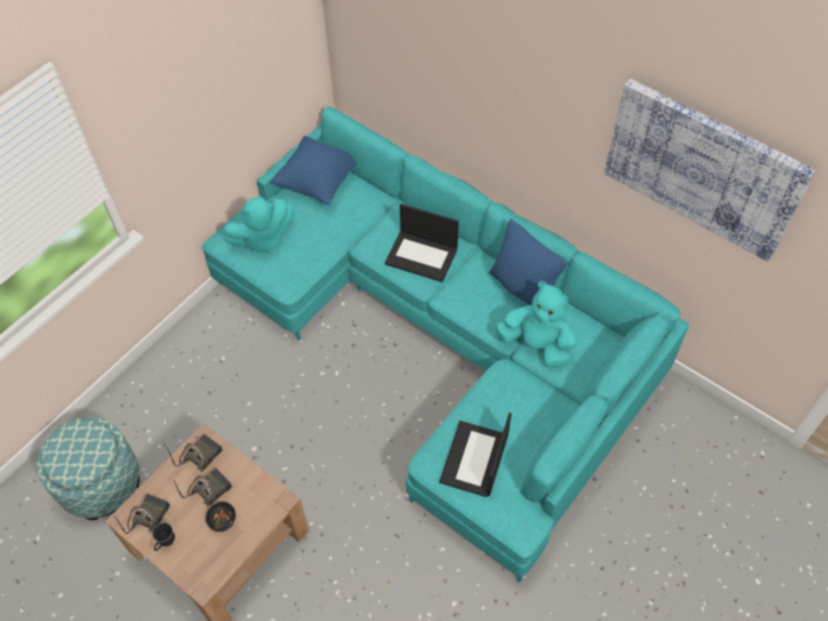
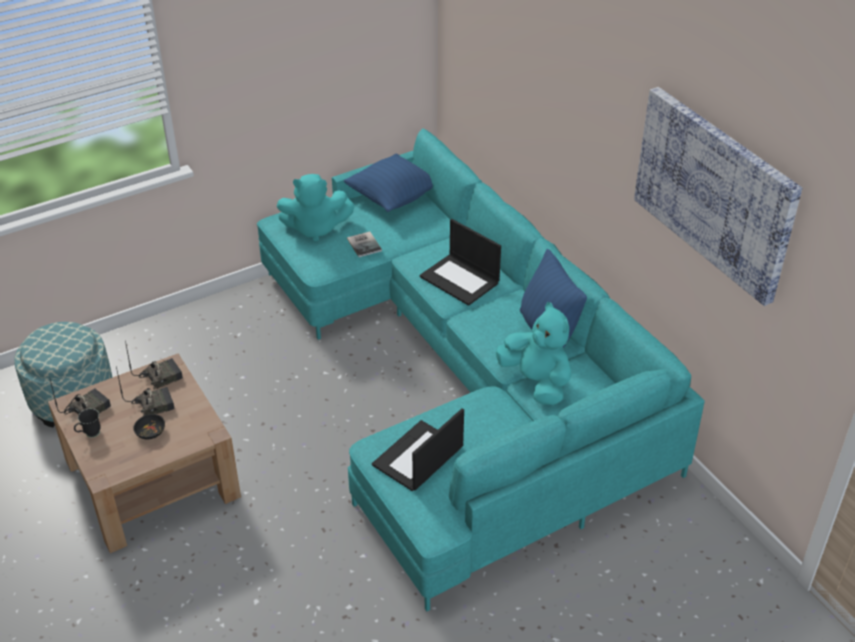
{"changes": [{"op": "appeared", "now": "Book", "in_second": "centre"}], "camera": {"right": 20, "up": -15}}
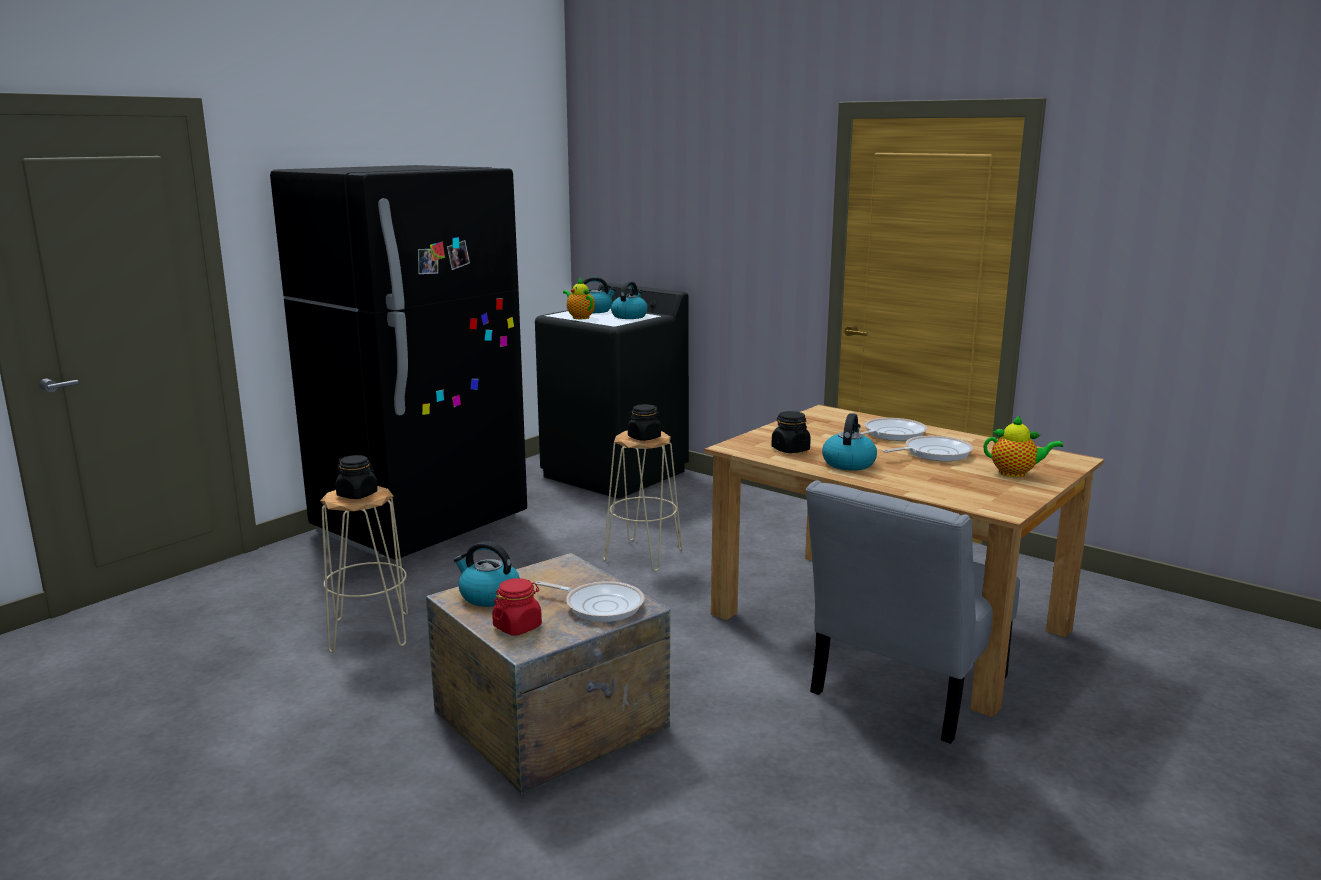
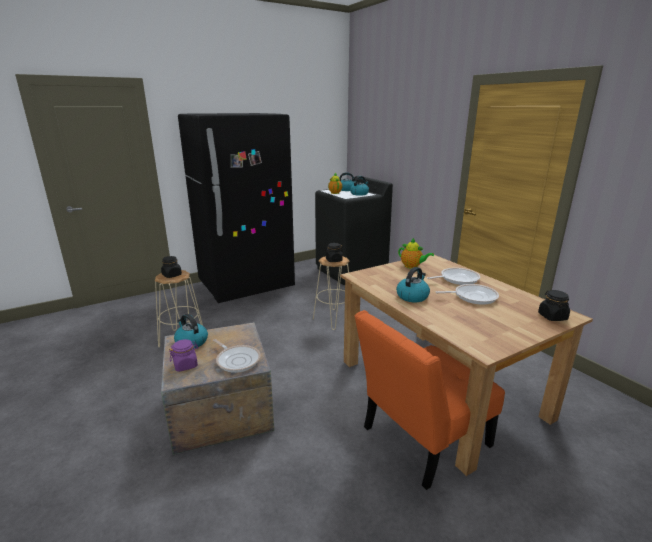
{"changes": [{"op": "colour", "was": "RedJar", "now": "PurplishJar", "in_first": "bottom centre", "in_second": "middle left"}, {"op": "relocated", "was": "BlackJar (no. 3 from left)", "in_first": "centre", "in_second": "middle right"}, {"op": "colour", "was": "GreyishPlainChair", "now": "OrangeyPlainChair", "in_first": "bottom right", "in_second": "bottom centre"}, {"op": "relocated", "was": "Teapot (no. 2 from left)", "in_first": "middle right", "in_second": "centre"}], "camera": {"right": 20, "up": 5}}
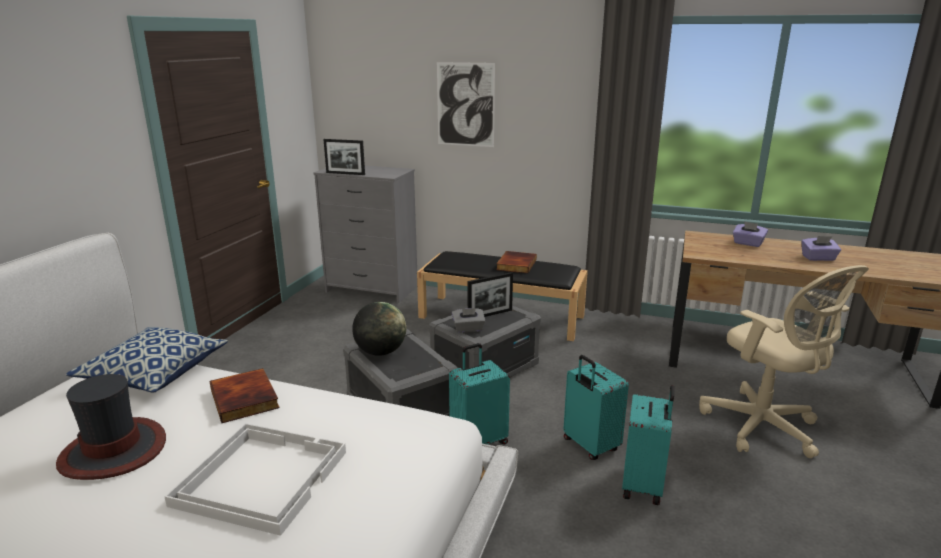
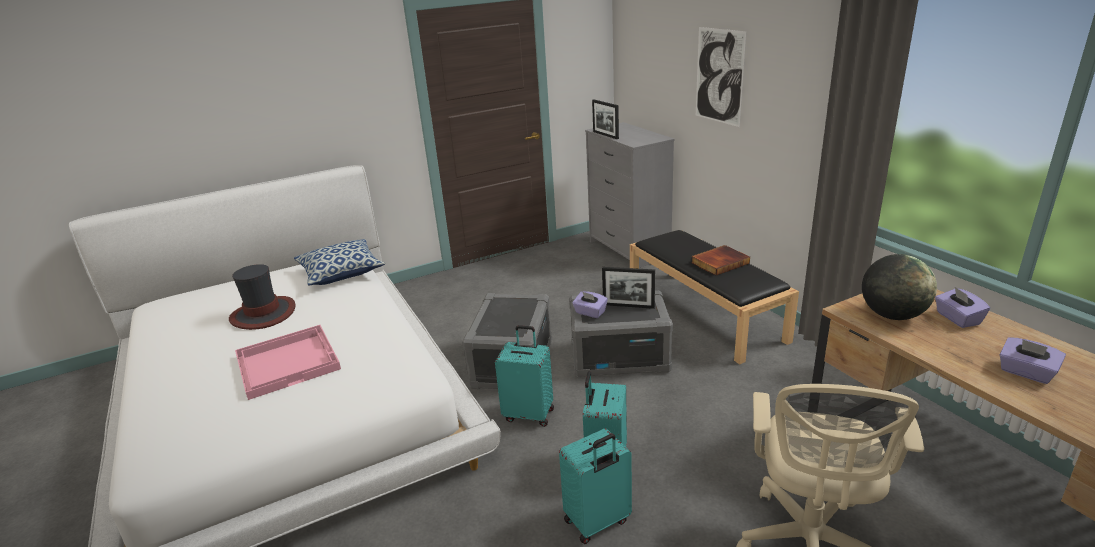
{"changes": [{"op": "colour", "was": "WhitishCarryingTray", "now": "PinkishCarryingTray", "in_first": "bottom left", "in_second": "middle left"}, {"op": "missing", "was": "Book (no. 1 from left)", "in_first": "bottom left"}, {"op": "relocated", "was": "WorldGlobe", "in_first": "centre", "in_second": "middle right"}, {"op": "colour", "was": "GreyishTissueHolder", "now": "PurplishTissueHolder (no. 1 from left)", "in_first": "centre", "in_second": "centre"}], "camera": {"right": 45, "up": 5}}
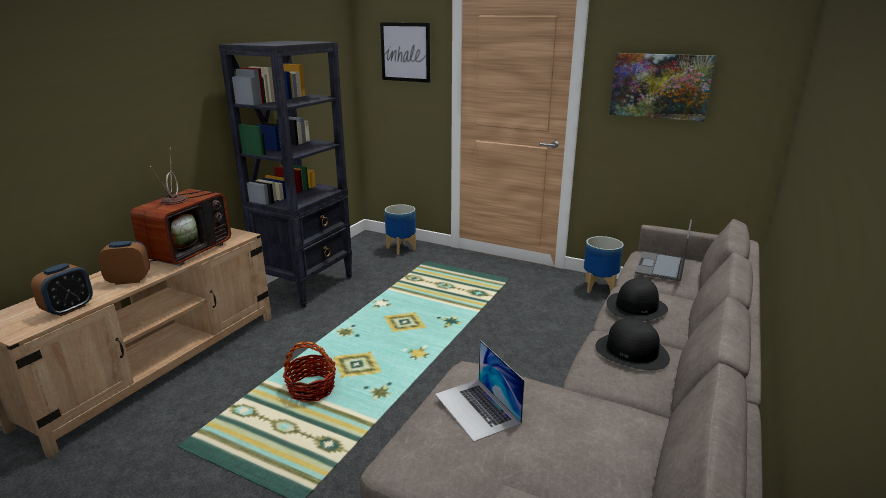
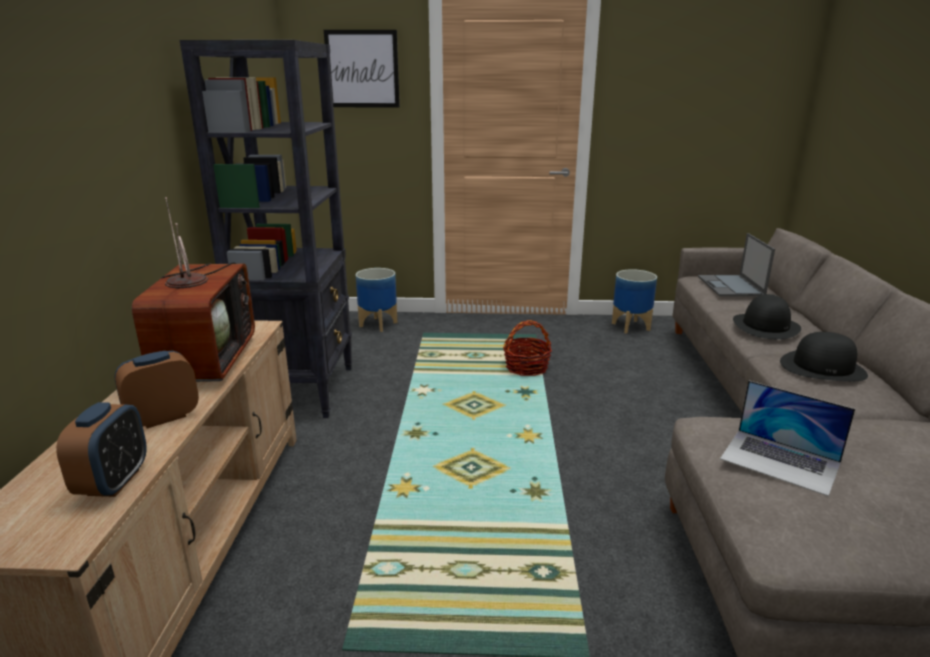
{"changes": [{"op": "relocated", "was": "HouseholdBasket", "in_first": "bottom centre", "in_second": "centre"}, {"op": "missing", "was": "WallPicture (no. 2 from left)", "in_first": "top right"}], "camera": {"right": -25, "up": 0}}
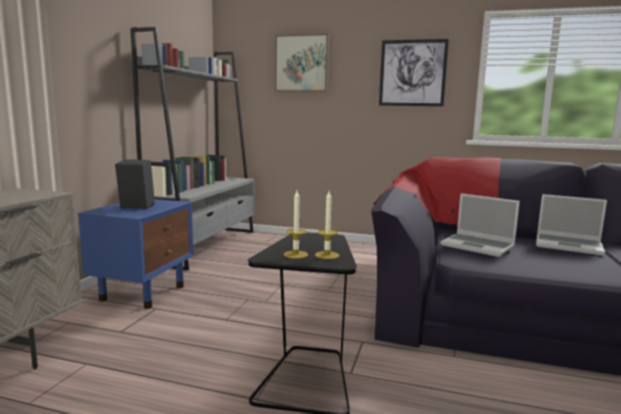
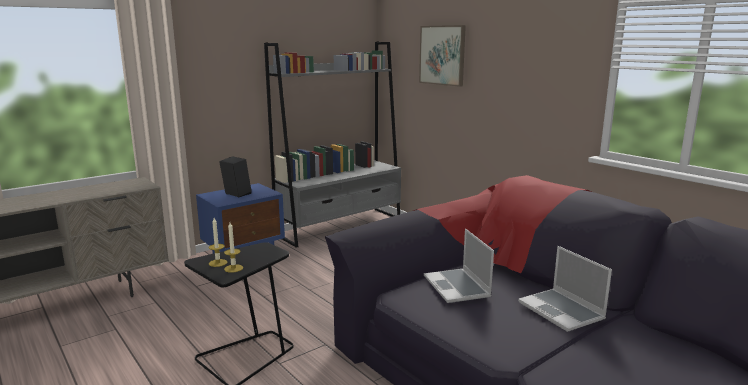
{"changes": [{"op": "missing", "was": "WallPicture (no. 2 from left)", "in_first": "top right"}], "camera": {"right": 35, "up": 5}}
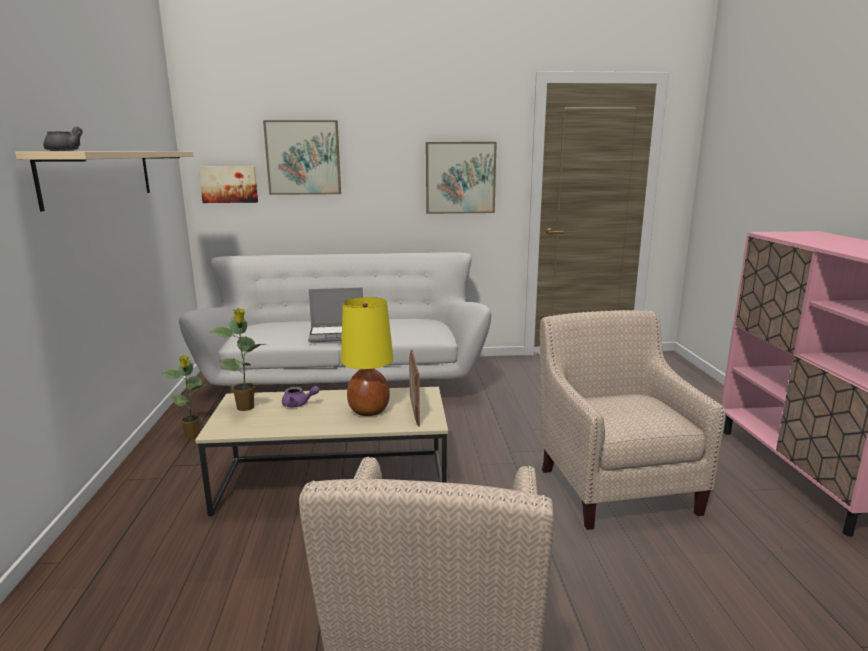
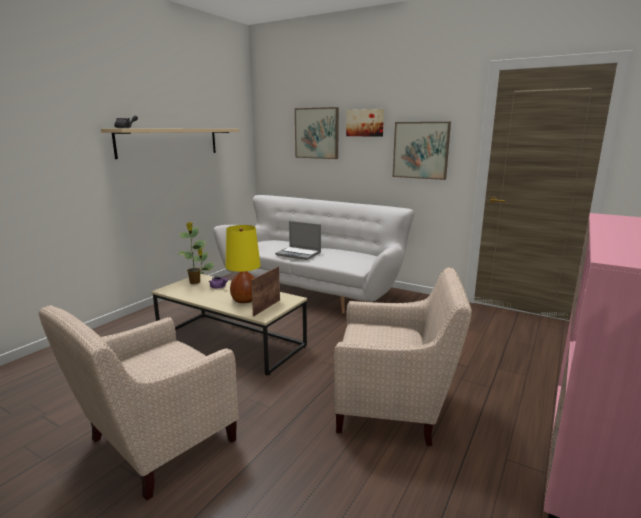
{"changes": [{"op": "relocated", "was": "WallPicture (no. 1 from left in the first image)", "now": "WallPicture (no. 2 from left)", "in_first": "top left", "in_second": "top centre"}, {"op": "spun", "was": "BeigeLoungeChair (no. 2 from left)", "in_first": "middle right", "in_second": "bottom centre", "clockwise": 75}], "camera": {"right": 35, "up": 0}}
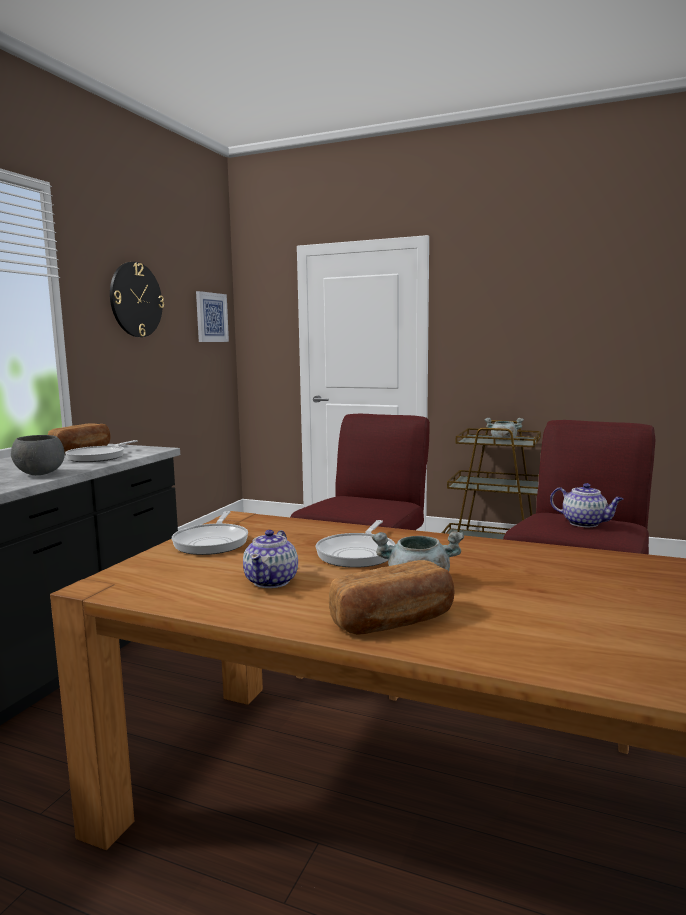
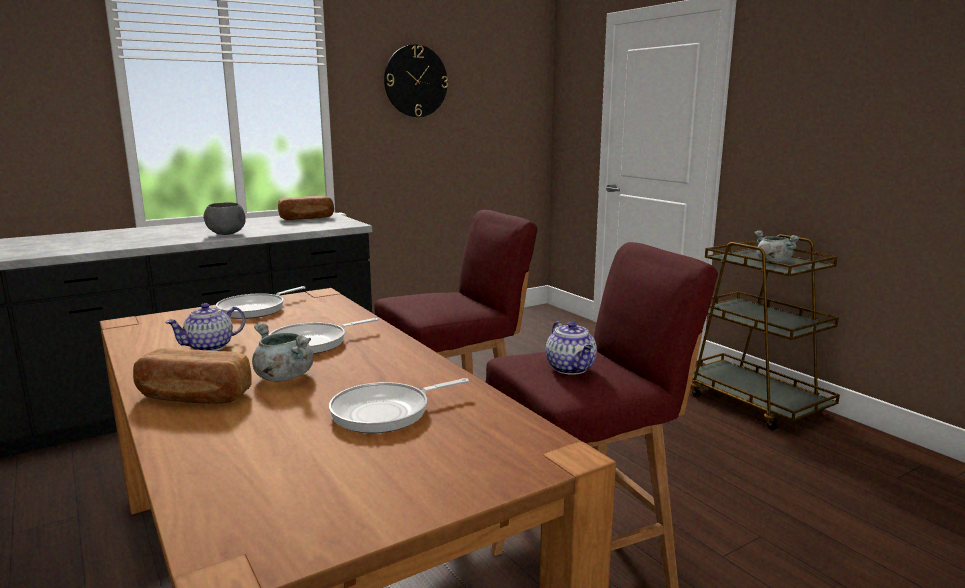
{"changes": [{"op": "relocated", "was": "Pan (no. 1 from left in the first image)", "now": "Pan (no. 3 from left)", "in_first": "middle left", "in_second": "bottom centre"}, {"op": "missing", "was": "WallPicture", "in_first": "middle left"}], "camera": {"right": 35, "up": 5}}
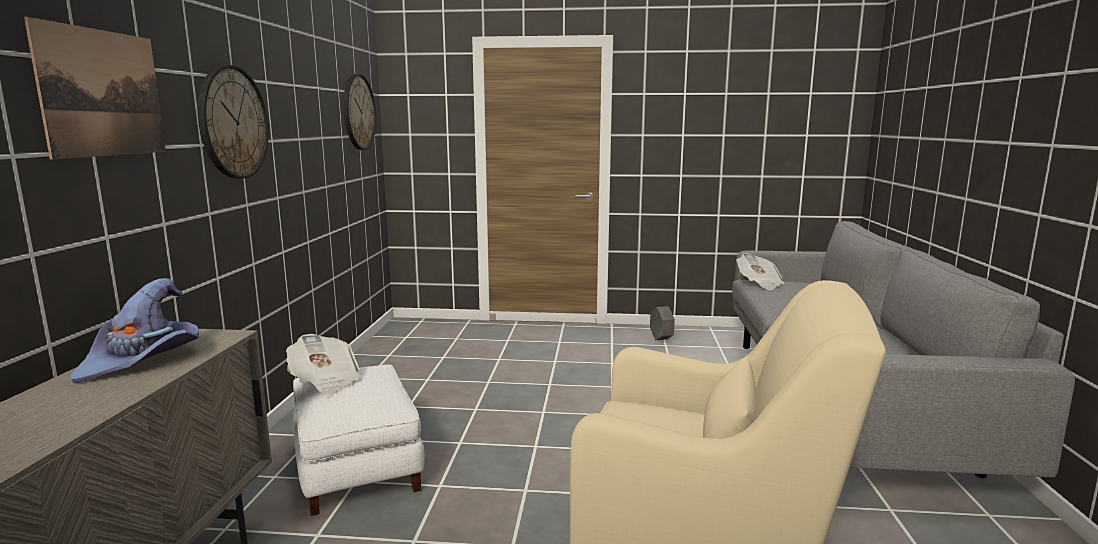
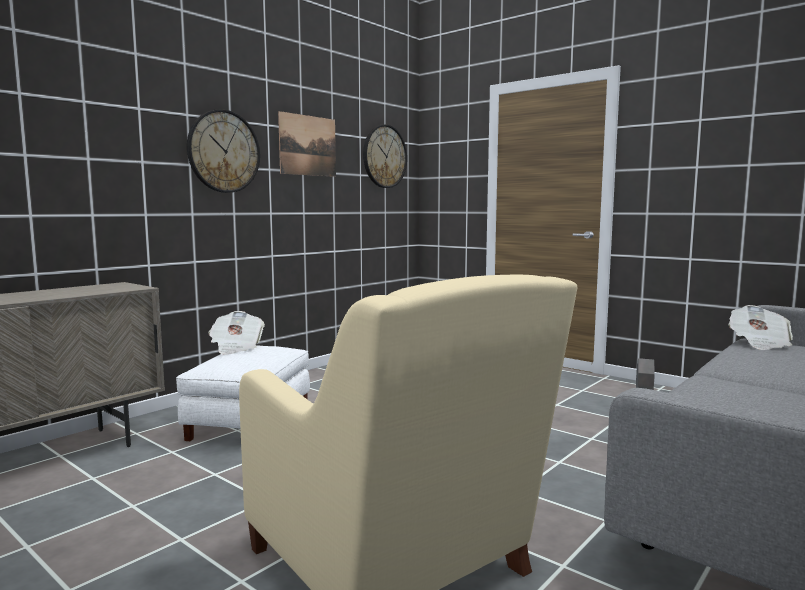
{"changes": [{"op": "relocated", "was": "WallPicture", "in_first": "top left", "in_second": "top centre"}, {"op": "missing", "was": "PurplishClothingHat", "in_first": "middle left"}], "camera": {"right": 35, "up": -5}}
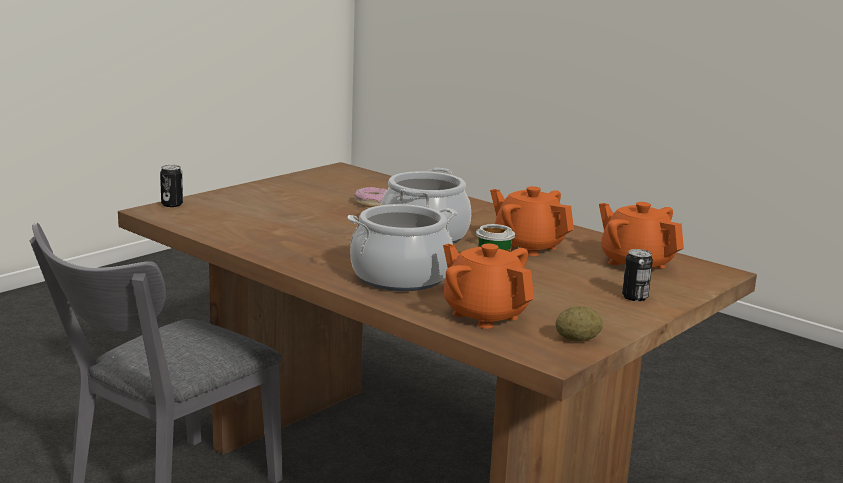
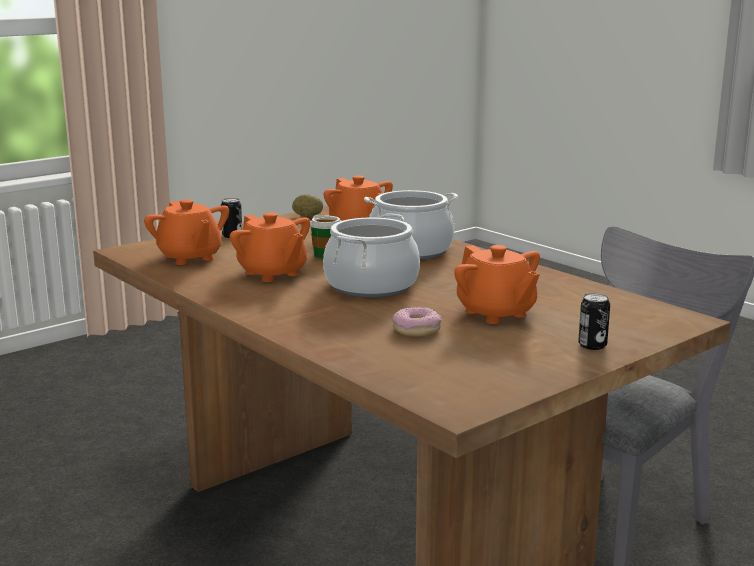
{"changes": [{"op": "relocated", "was": "Can (no. 1 from left in the first image)", "now": "Can (no. 2 from left)", "in_first": "middle left", "in_second": "middle right"}, {"op": "appeared", "now": "OrangeyTeapot (no. 4 from left)", "in_second": "centre"}], "camera": {"right": -170, "up": 0}}
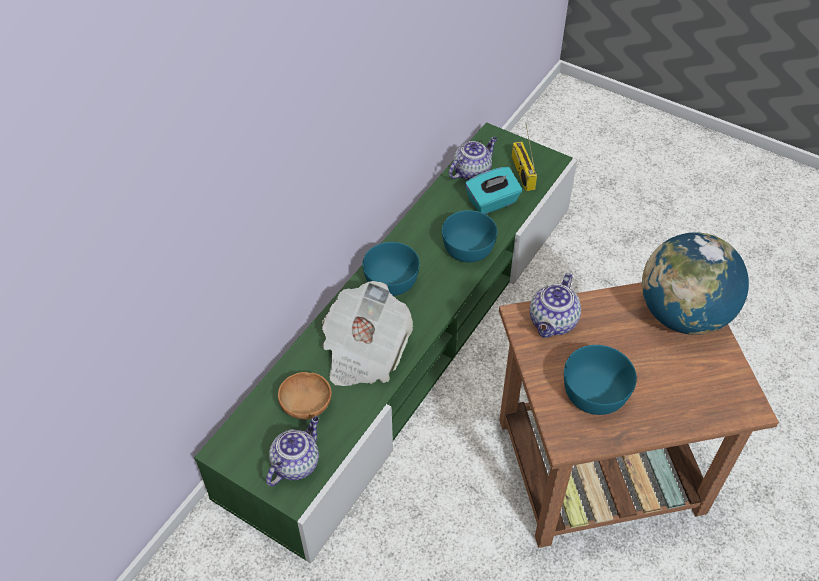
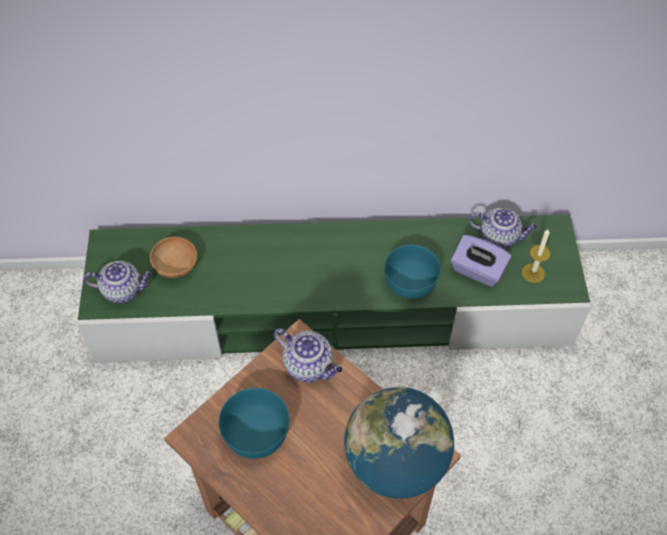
{"changes": [{"op": "missing", "was": "PrintedPaper", "in_first": "centre"}, {"op": "missing", "was": "TurquoiseBowl (no. 1 from left)", "in_first": "centre"}, {"op": "colour", "was": "TurquoiseTissueHolder", "now": "PurplishTissueHolder", "in_first": "top centre", "in_second": "middle right"}, {"op": "exchanged", "was": "RadioReceiver", "now": "WaxLight", "in_first": "top centre", "in_second": "middle right"}, {"op": "spun", "was": "Teapot (no. 3 from left in the first image)", "in_first": "middle right", "in_second": "centre", "clockwise": -135}], "camera": {"right": 55, "up": 5}}
